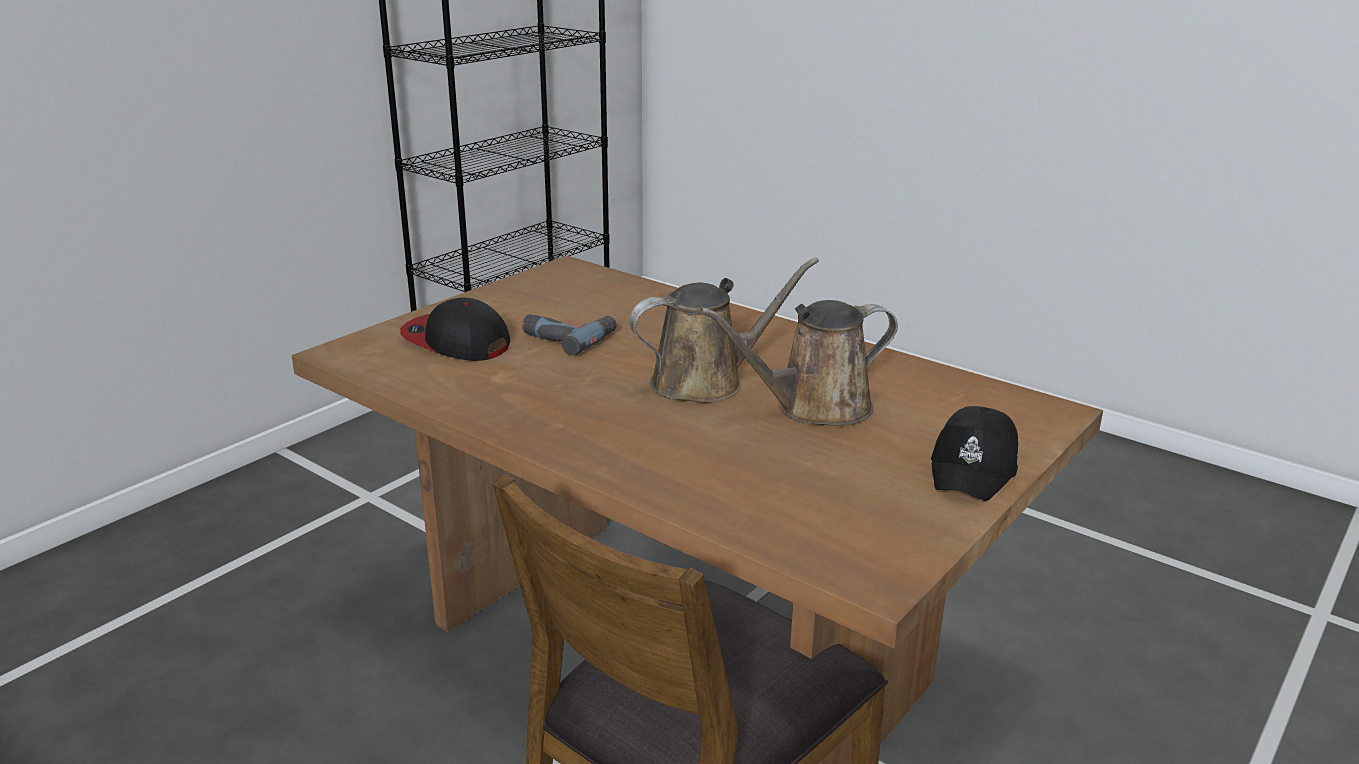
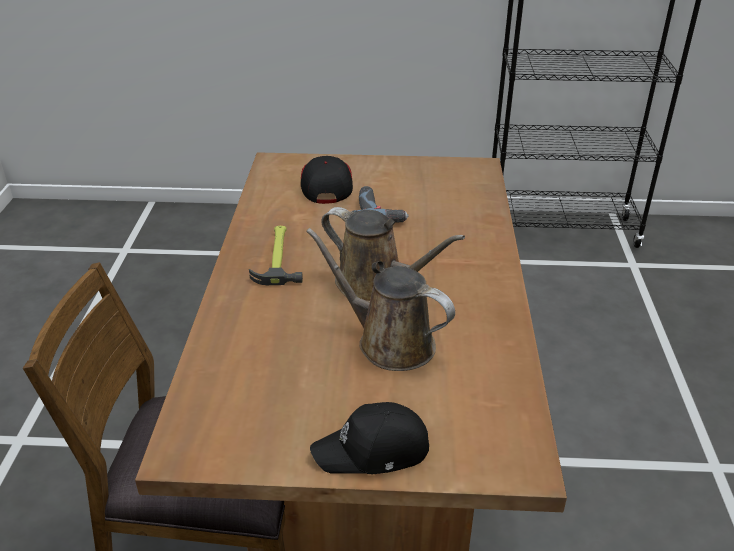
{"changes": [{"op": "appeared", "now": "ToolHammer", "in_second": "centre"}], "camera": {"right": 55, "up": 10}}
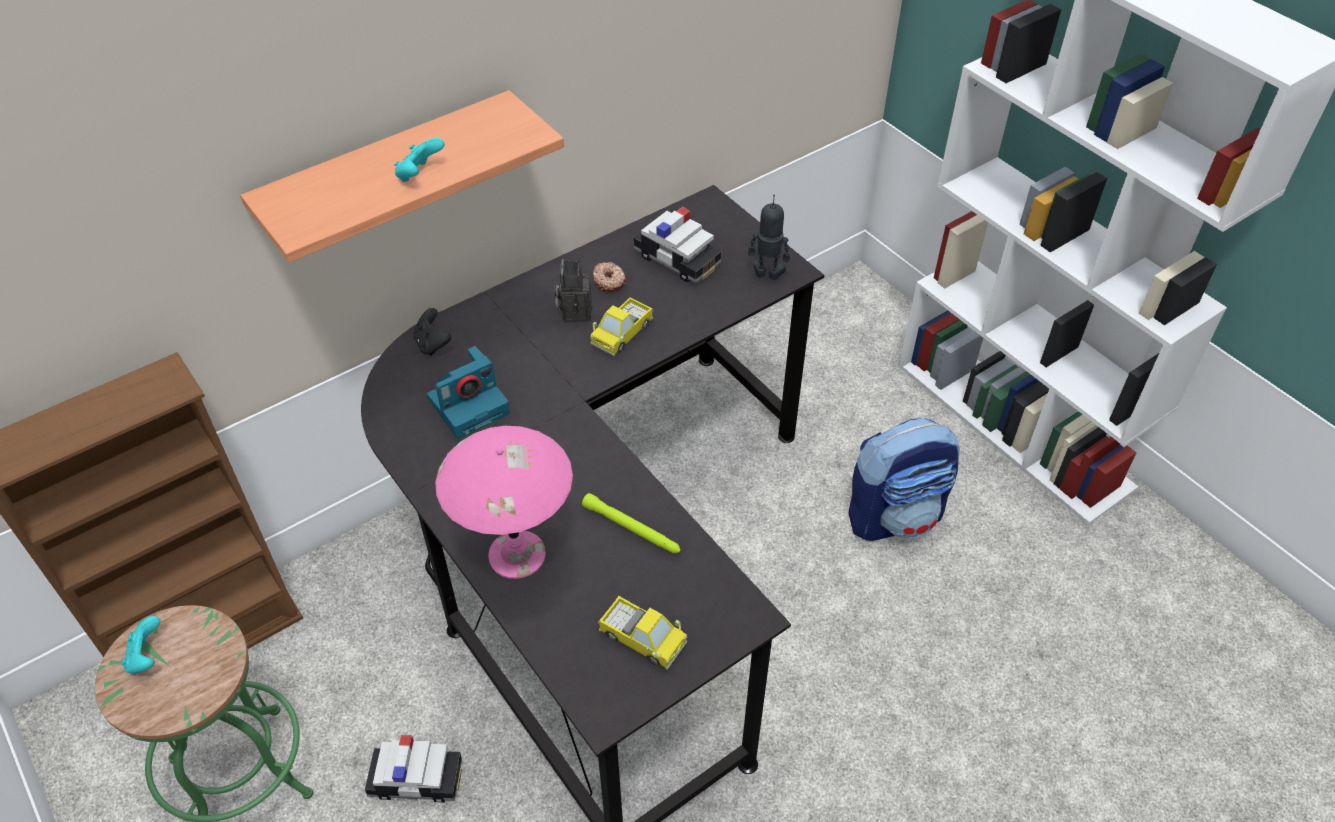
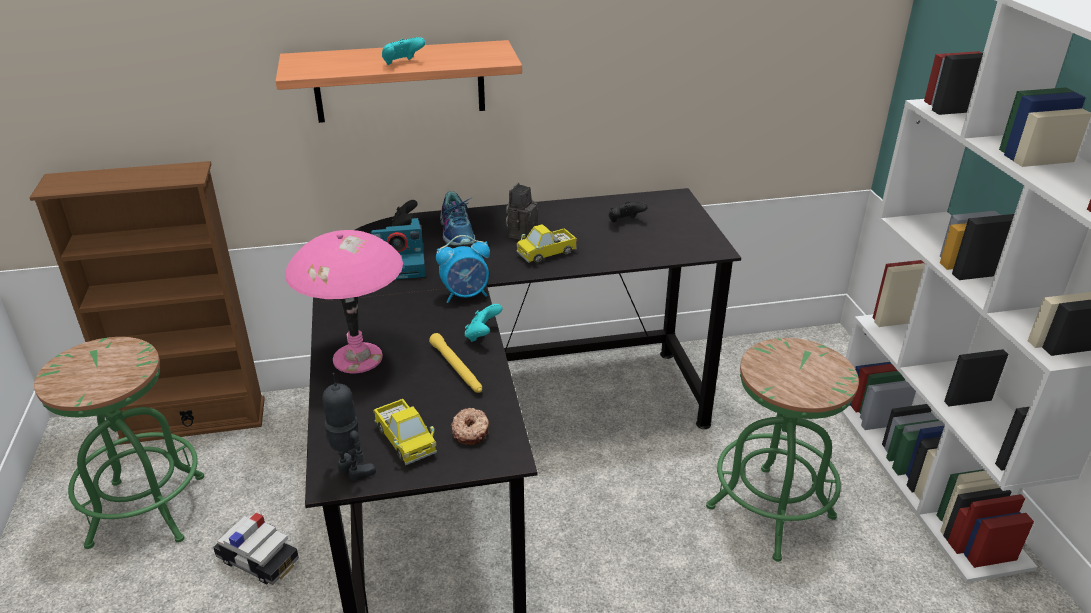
{"changes": [{"op": "relocated", "was": "TurquoiseJoypad (no. 1 from left in the first image)", "now": "TurquoiseJoypad (no. 2 from left)", "in_first": "bottom left", "in_second": "centre"}, {"op": "colour", "was": "GreenTorch", "now": "YellowTorch", "in_first": "centre", "in_second": "centre"}, {"op": "relocated", "was": "RingDoughnut", "in_first": "centre", "in_second": "bottom centre"}, {"op": "exchanged", "was": "MiniatureCar (no. 2 from left)", "now": "BlackJoypad (no. 2 from left)", "in_first": "top centre", "in_second": "centre"}, {"op": "relocated", "was": "ModelRobot", "in_first": "top centre", "in_second": "bottom left"}, {"op": "exchanged", "was": "Backpack", "now": "GreenStool (no. 2 from left)", "in_first": "middle right", "in_second": "bottom right"}, {"op": "appeared", "now": "TableClock", "in_second": "centre"}, {"op": "appeared", "now": "LowShoe", "in_second": "centre"}], "camera": {"right": 25, "up": -15}}
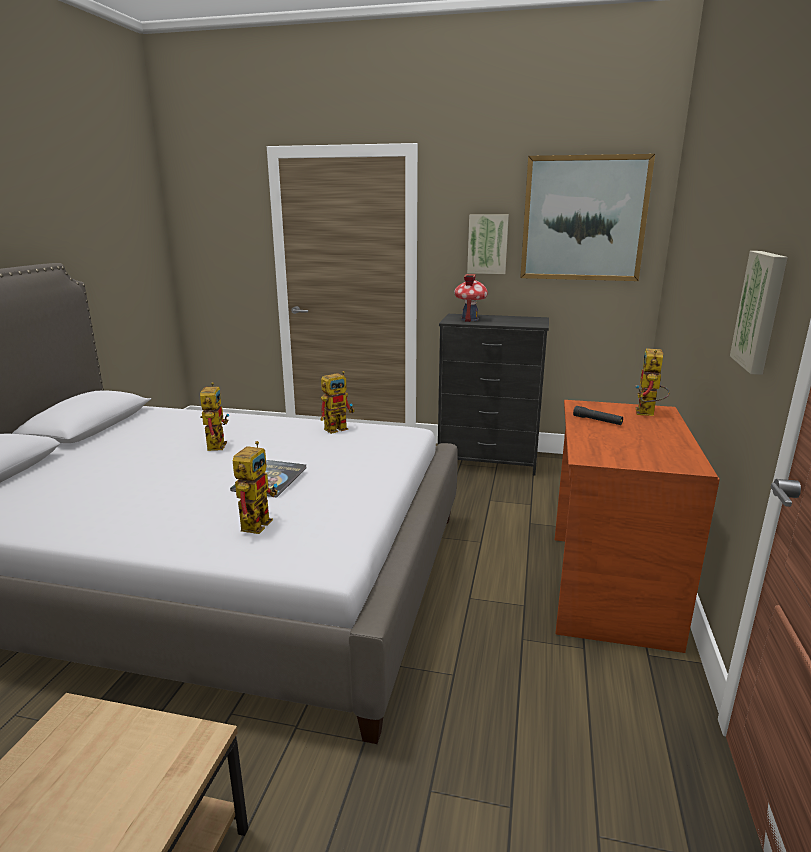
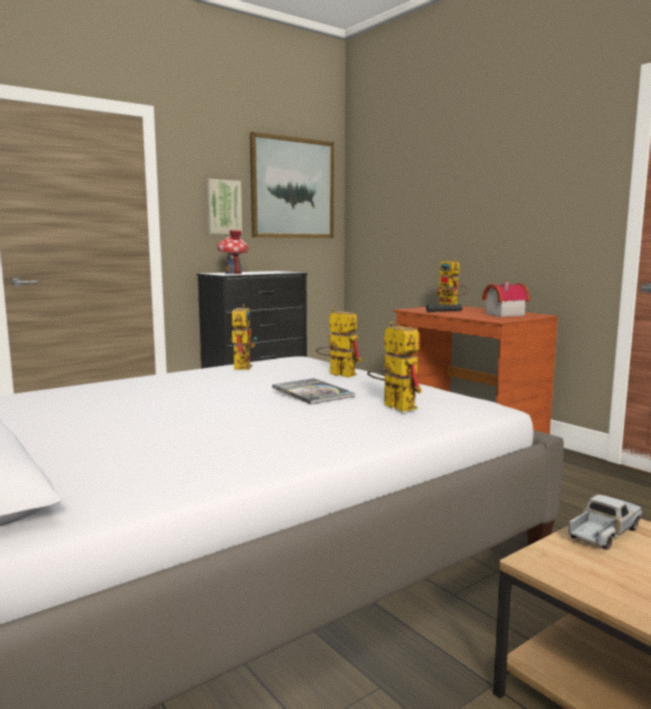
{"changes": [{"op": "relocated", "was": "ModelRobot (no. 1 from left in the first image)", "now": "ModelRobot (no. 2 from left)", "in_first": "middle left", "in_second": "centre"}, {"op": "missing", "was": "WallPicture (no. 3 from left)", "in_first": "middle right"}, {"op": "appeared", "now": "ModelHouse (no. 2 from left)", "in_second": "middle right"}, {"op": "appeared", "now": "ToyTruck", "in_second": "bottom right"}], "camera": {"right": -50, "up": -10}}
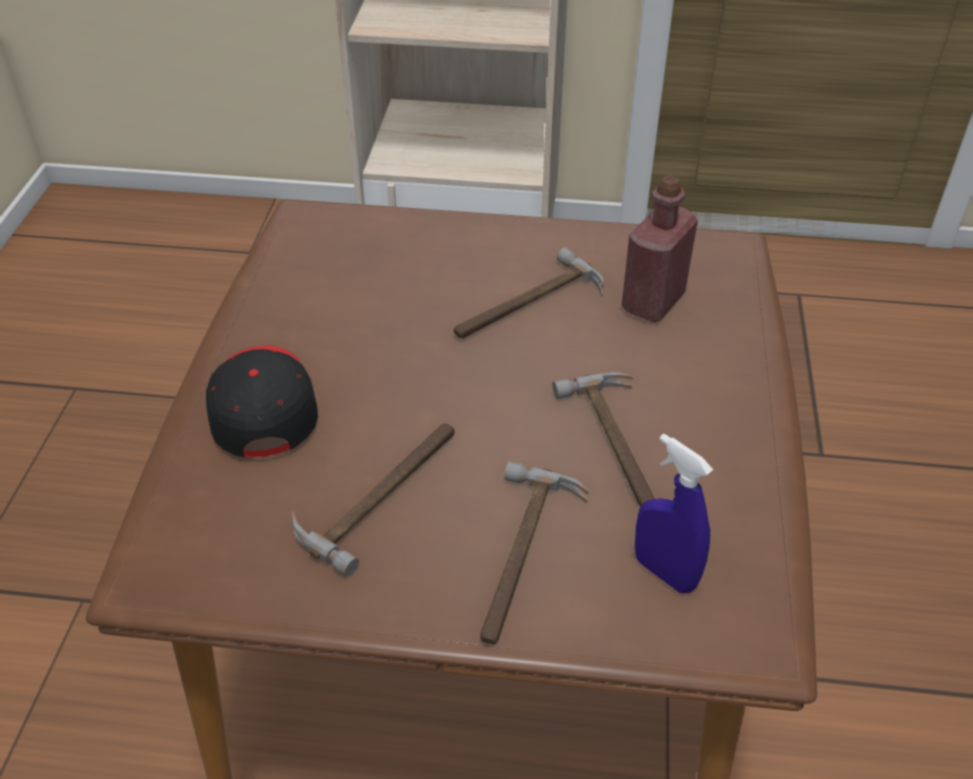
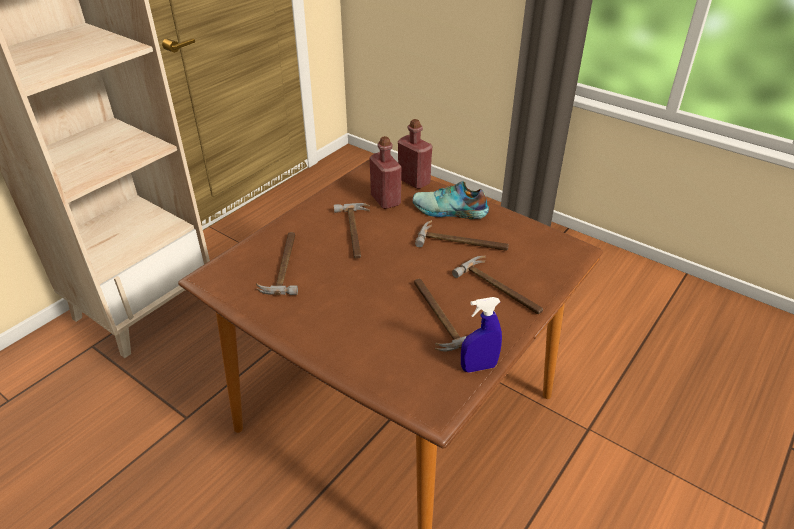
{"changes": [{"op": "missing", "was": "BlackCap", "in_first": "middle left"}, {"op": "relocated", "was": "BlueSprayBottle", "in_first": "middle right", "in_second": "centre"}, {"op": "appeared", "now": "ToolHammer (no. 1 from left)", "in_second": "centre"}, {"op": "appeared", "now": "RedDrinkBottle (no. 2 from left)", "in_second": "top centre"}, {"op": "appeared", "now": "LowShoe", "in_second": "centre"}], "camera": {"right": -60, "up": -5}}
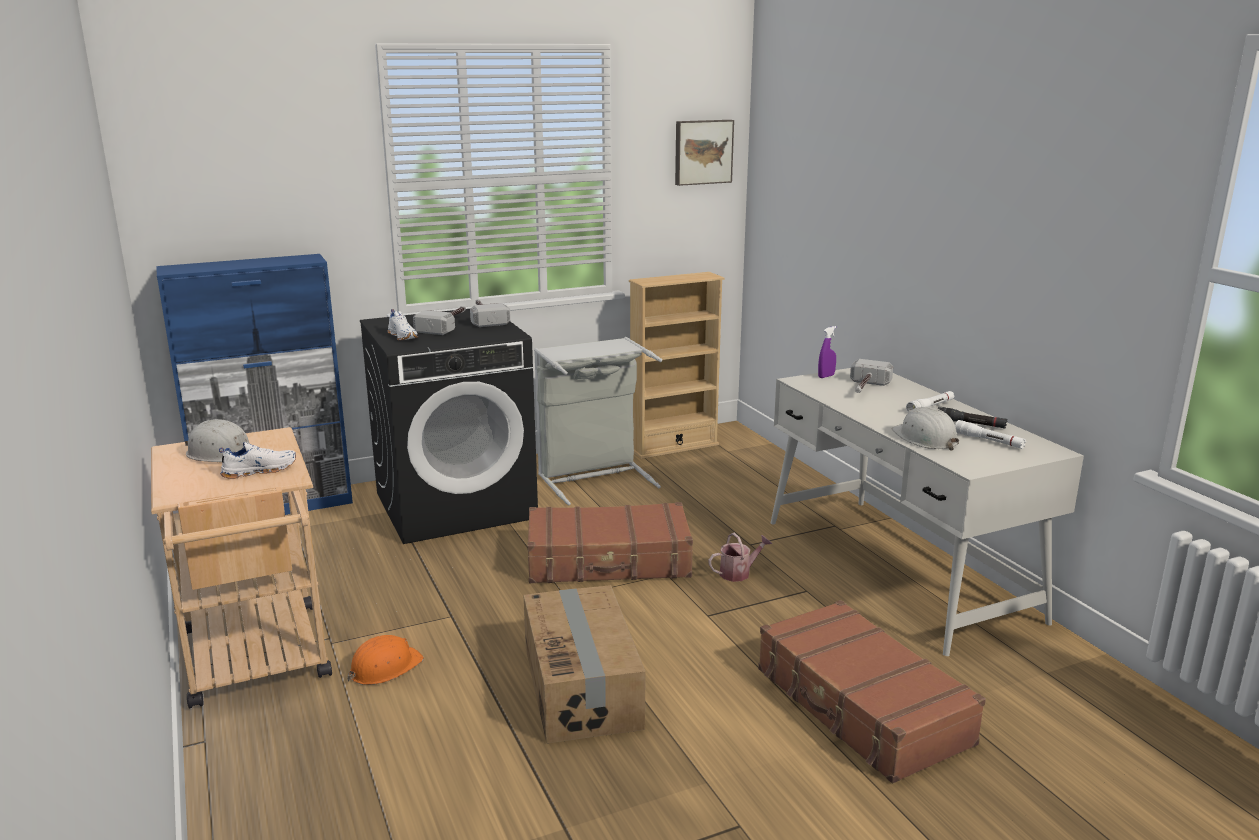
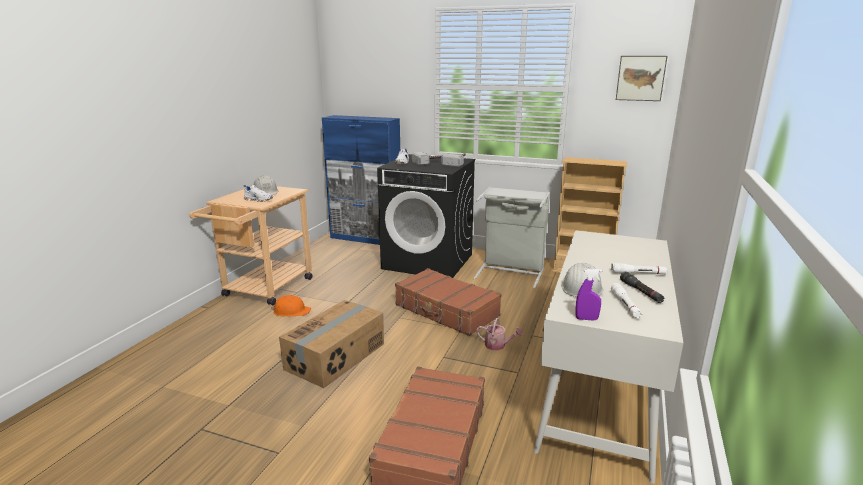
{"changes": [{"op": "relocated", "was": "PurplishSprayBottle", "in_first": "centre", "in_second": "middle right"}, {"op": "missing", "was": "ToolHammer (no. 3 from left)", "in_first": "middle right"}], "camera": {"right": 45, "up": 0}}
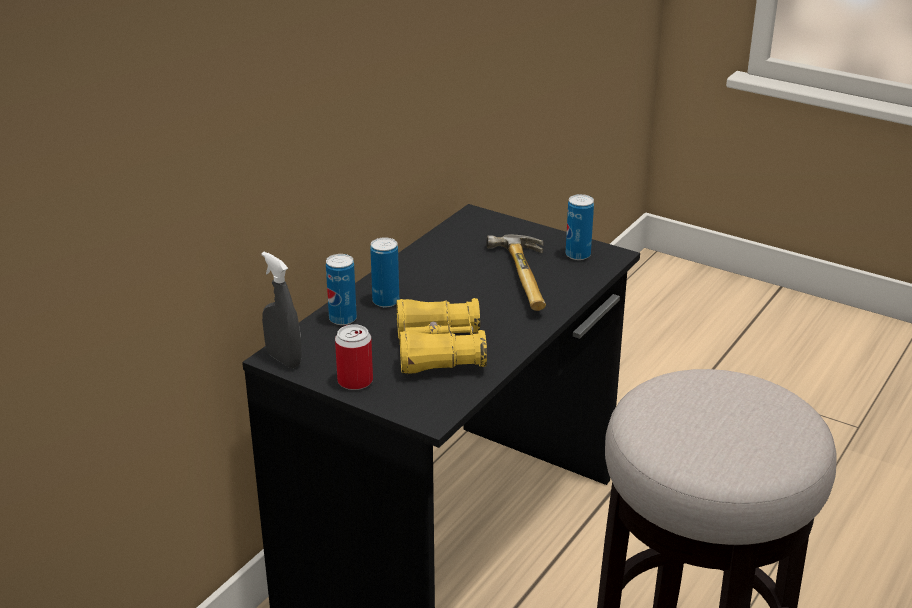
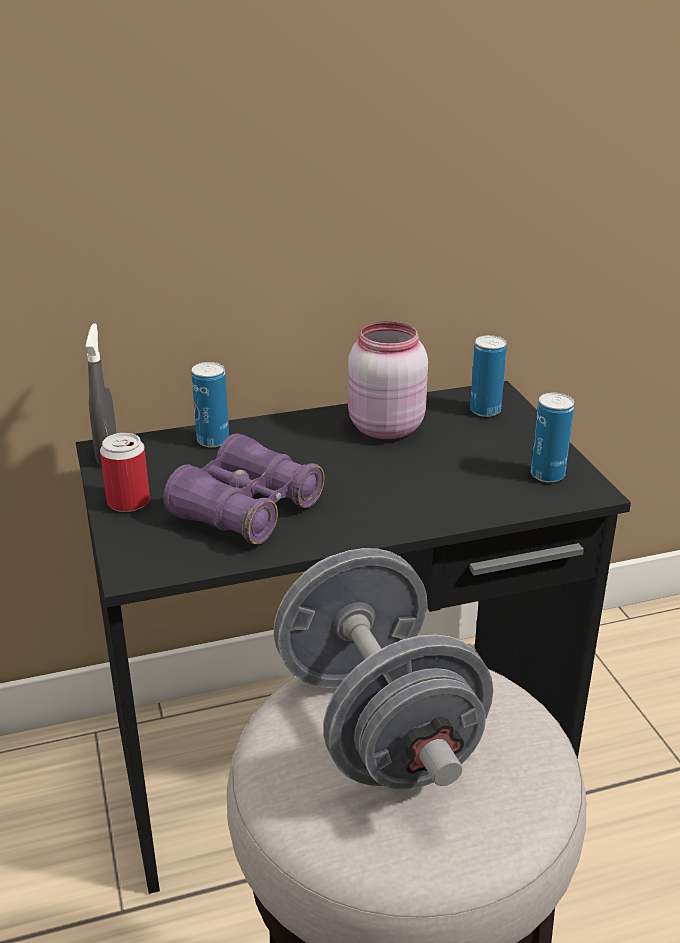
{"changes": [{"op": "relocated", "was": "Can (no. 3 from left)", "in_first": "centre", "in_second": "middle right"}, {"op": "colour", "was": "YellowPairOfBinoculars", "now": "PurplishPairOfBinoculars", "in_first": "centre", "in_second": "centre"}, {"op": "missing", "was": "ToolHammer", "in_first": "centre"}, {"op": "appeared", "now": "GreyishFreeWeight", "in_second": "bottom centre"}, {"op": "appeared", "now": "PinkishJar", "in_second": "centre"}], "camera": {"right": 40, "up": 0}}
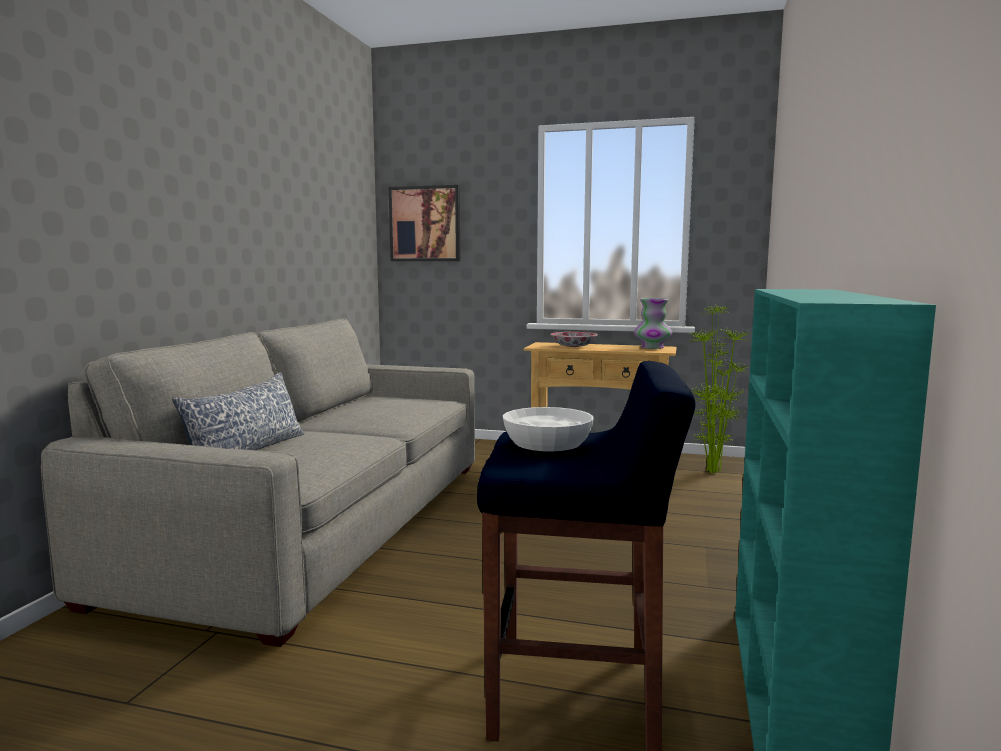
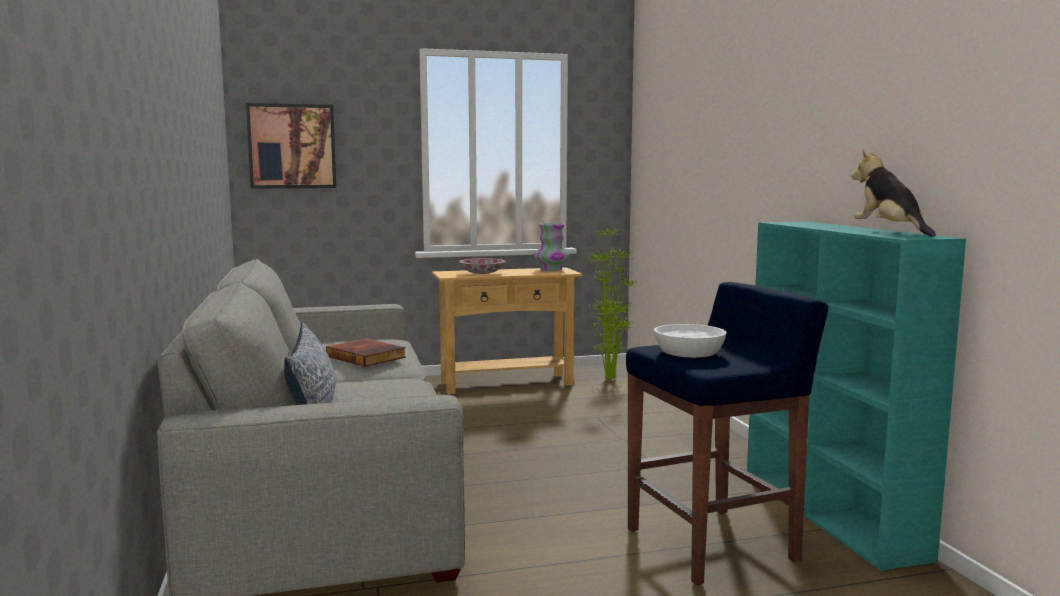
{"changes": [{"op": "appeared", "now": "Book", "in_second": "centre"}, {"op": "appeared", "now": "CuddlyToy", "in_second": "top right"}], "camera": {"right": -30, "up": 0}}
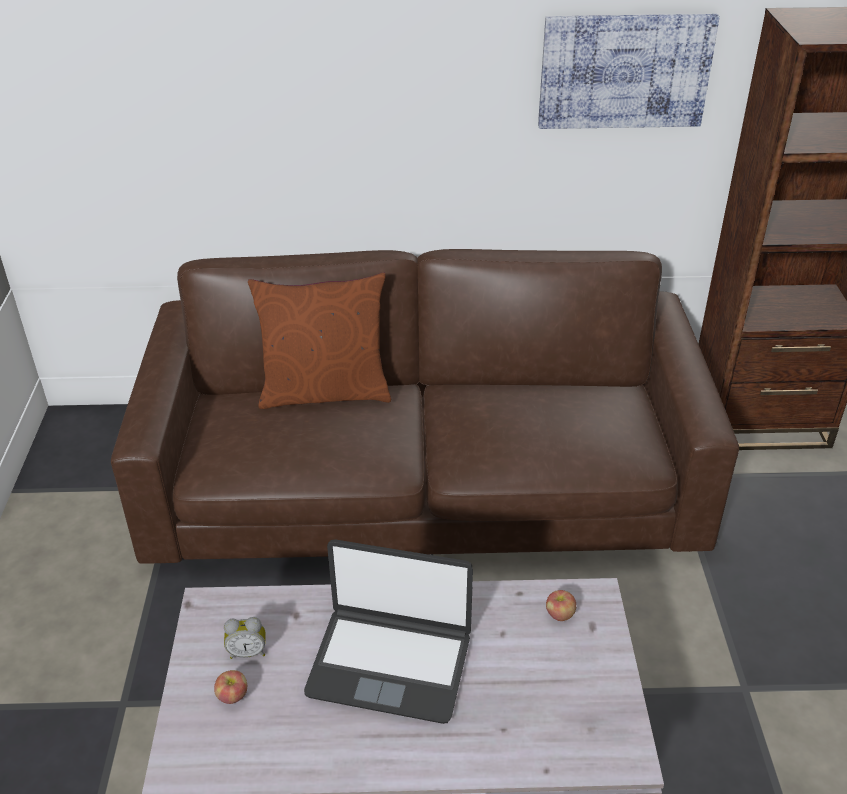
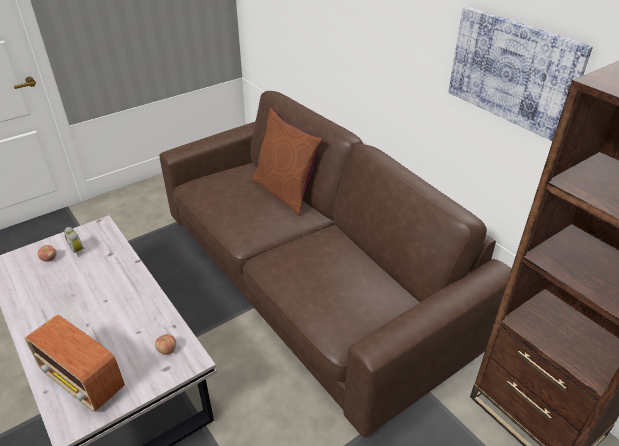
{"changes": [{"op": "missing", "was": "Laptop", "in_first": "bottom centre"}, {"op": "appeared", "now": "RadioReceiver", "in_second": "bottom left"}], "camera": {"right": 55, "up": 0}}
